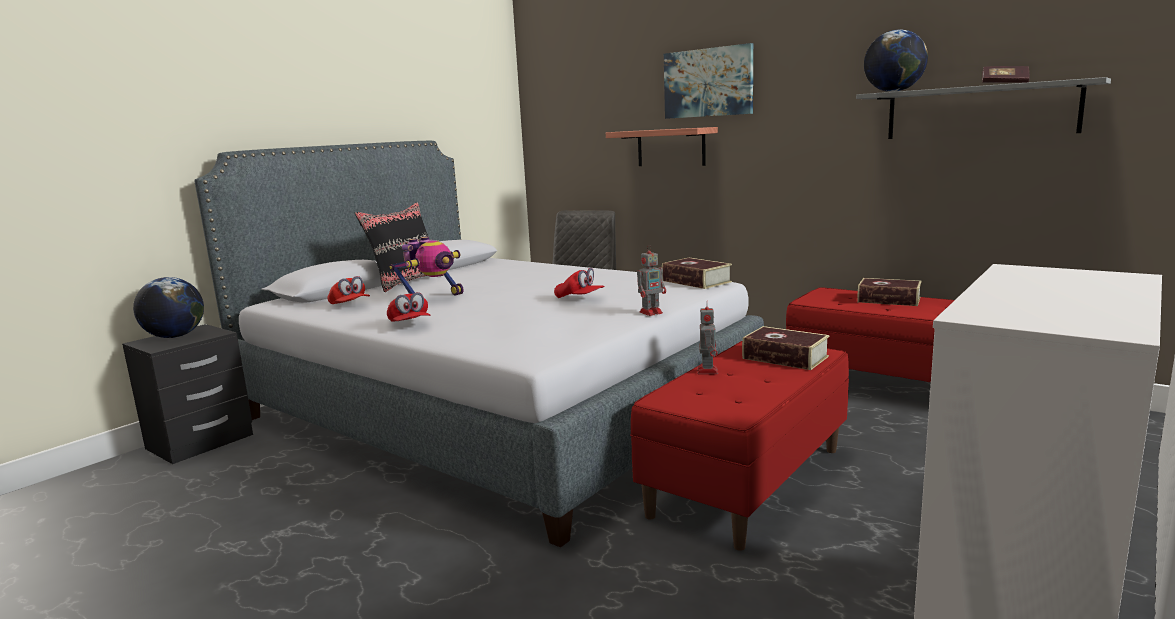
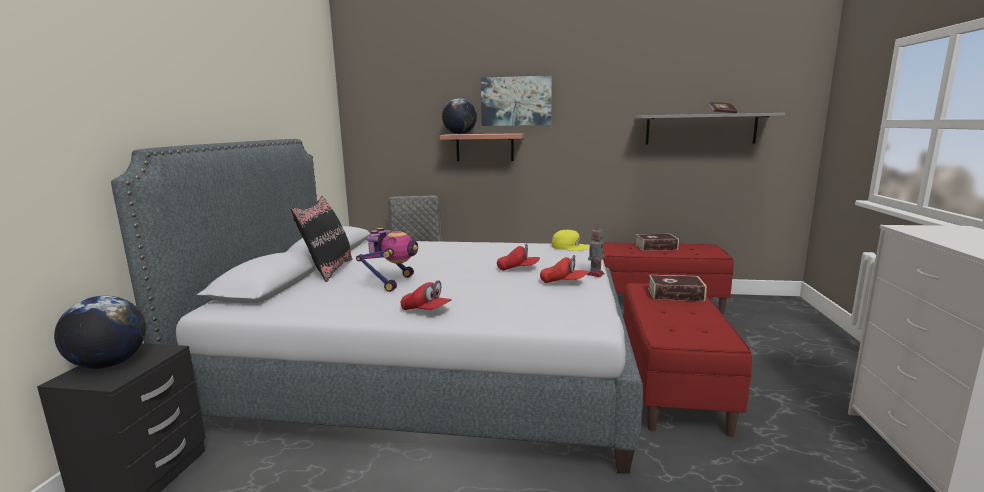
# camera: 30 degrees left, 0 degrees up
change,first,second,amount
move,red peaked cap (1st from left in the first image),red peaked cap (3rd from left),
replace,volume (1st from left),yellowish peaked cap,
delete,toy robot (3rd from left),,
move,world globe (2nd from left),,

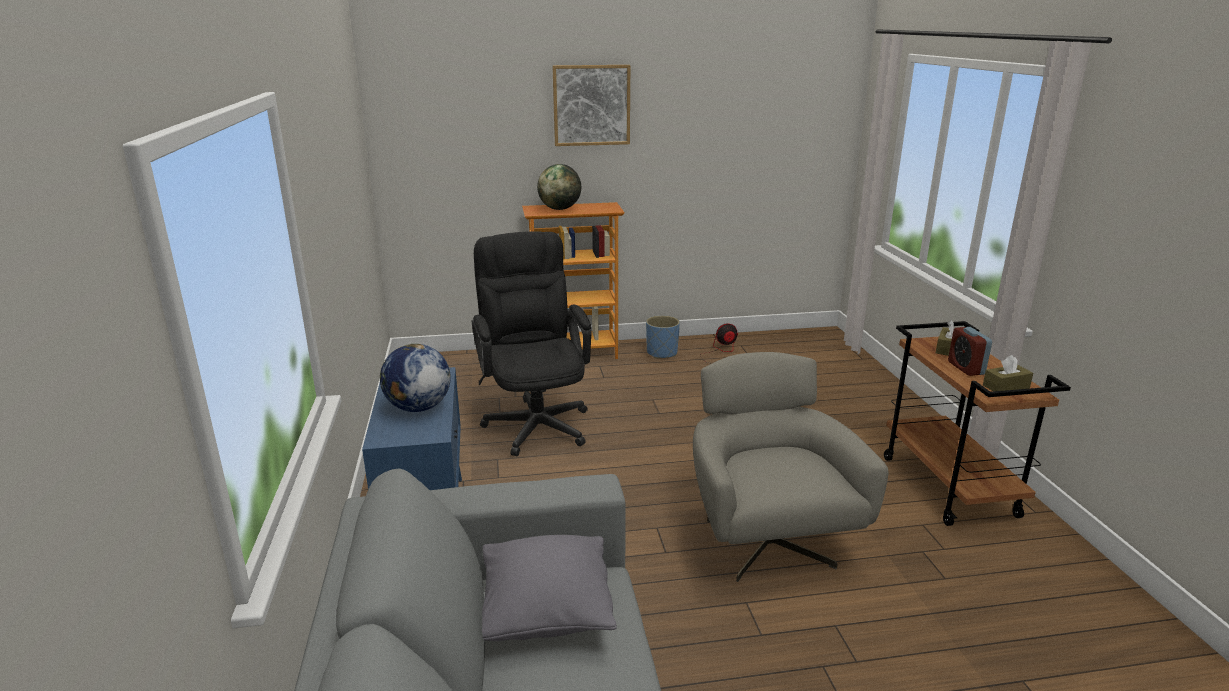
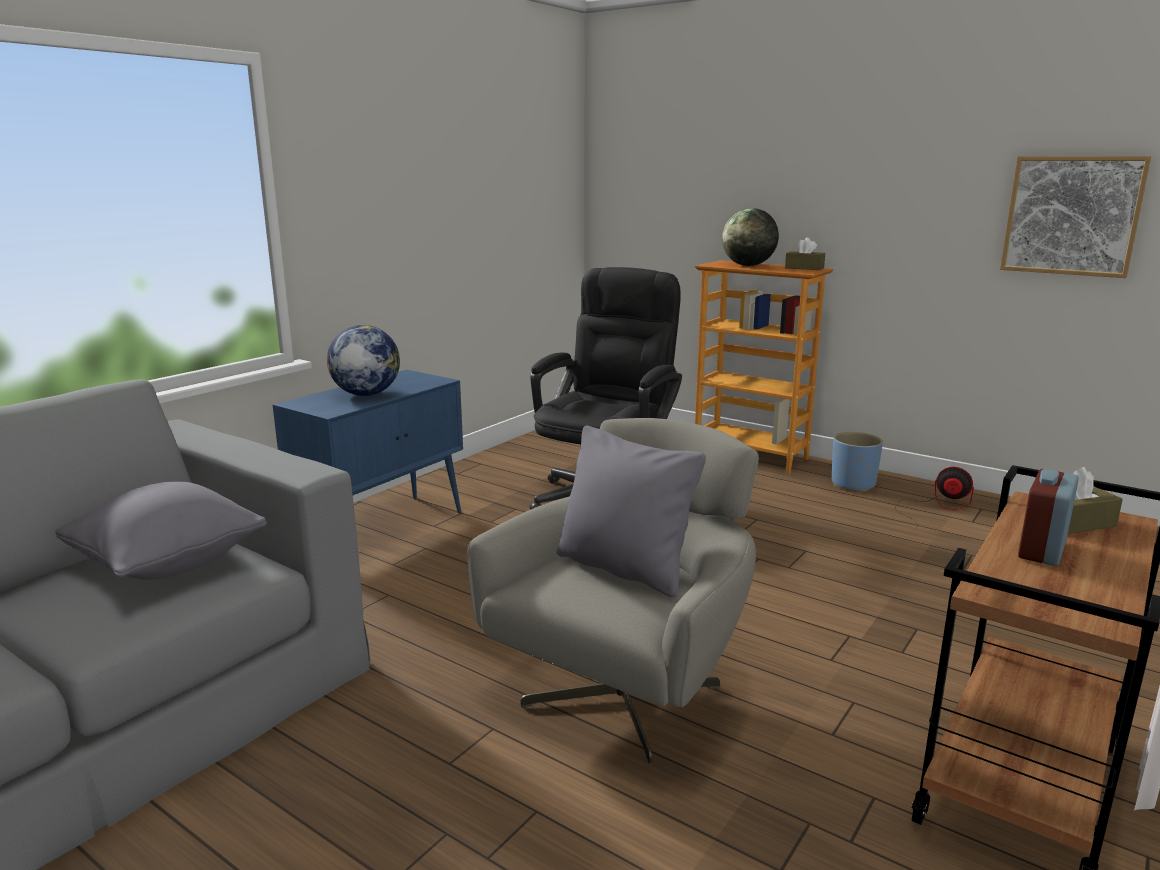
# camera: 45 degrees right, 5 degrees down
change,first,second,amount
move,wall art,,
move,brownish box of tissues (2nd from left in the first image),brownish box of tissues (1st from left),
insert,,grey throw pillow (2nd from left),

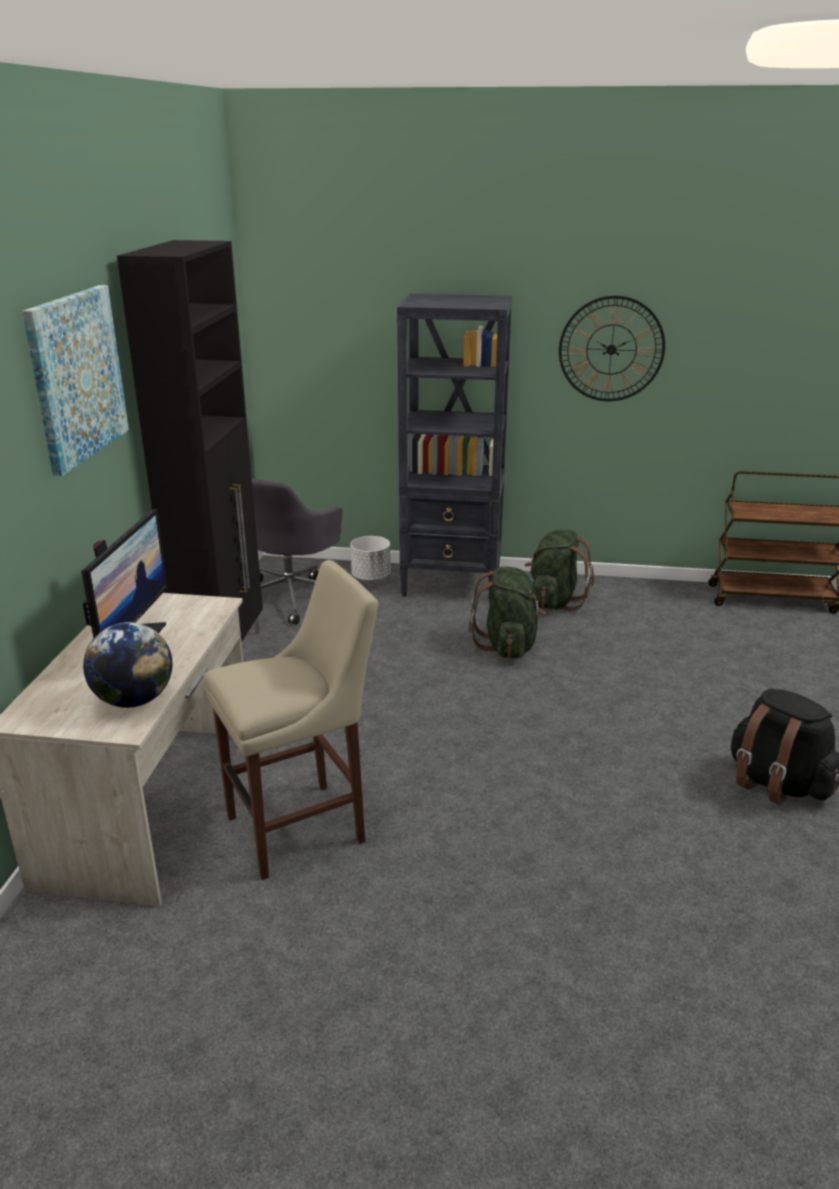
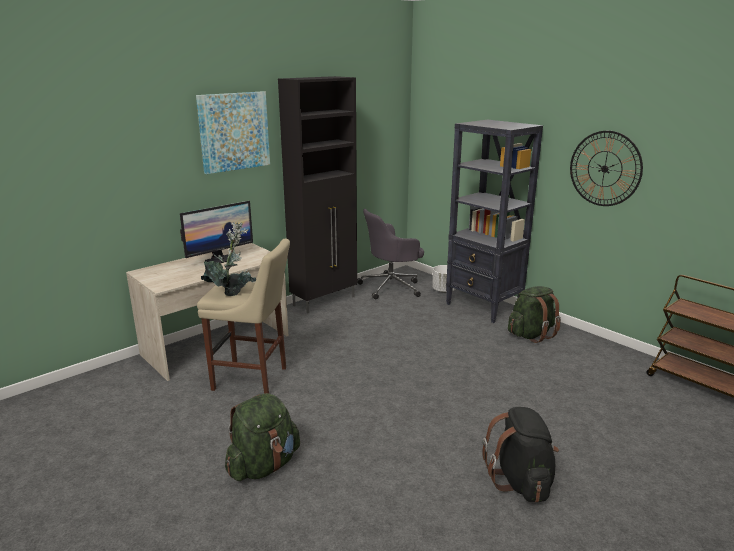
# camera: 40 degrees right, 5 degrees down
change,first,second,amount
delete,world globe,,
move,green-coloured rucksack (1st from left),,
insert,,potted plant,

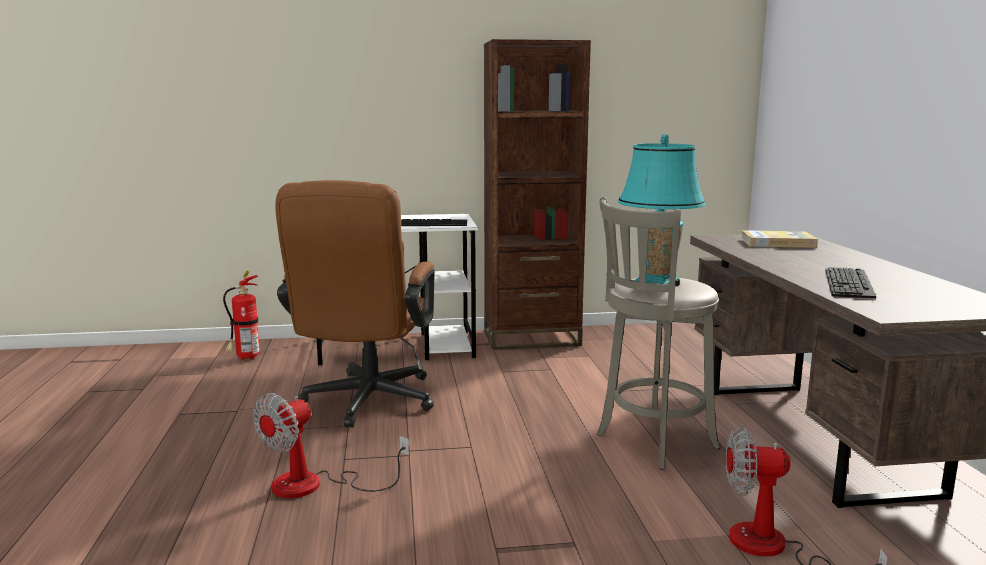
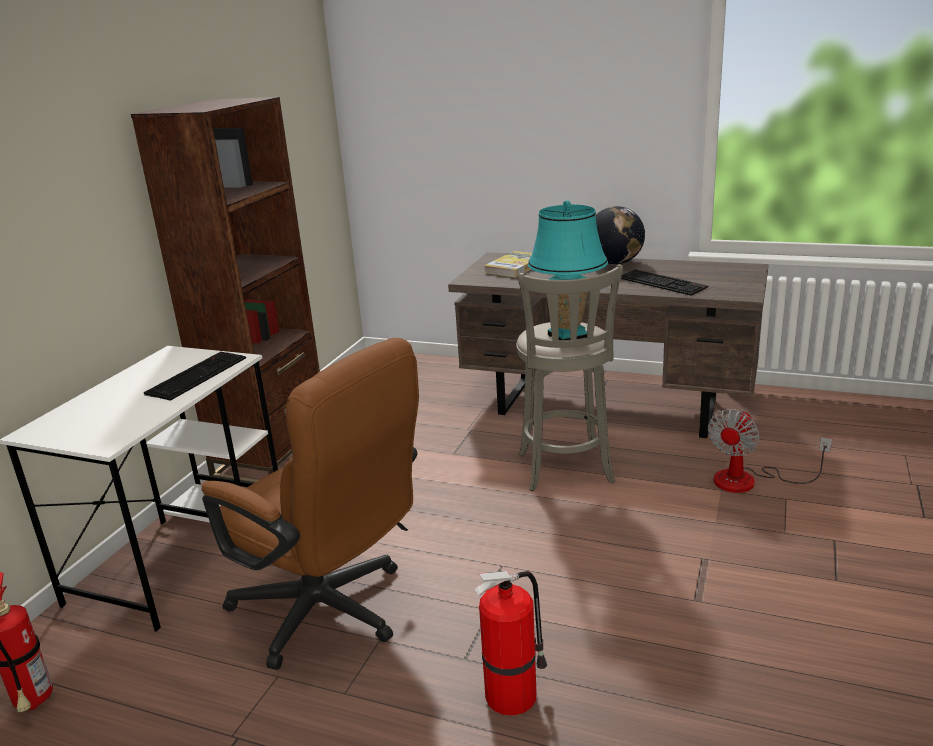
# camera: 60 degrees left, 10 degrees up
change,first,second,amount
replace,fan (1st from left),fire-fighting cylinder (2nd from left),
insert,,world globe,

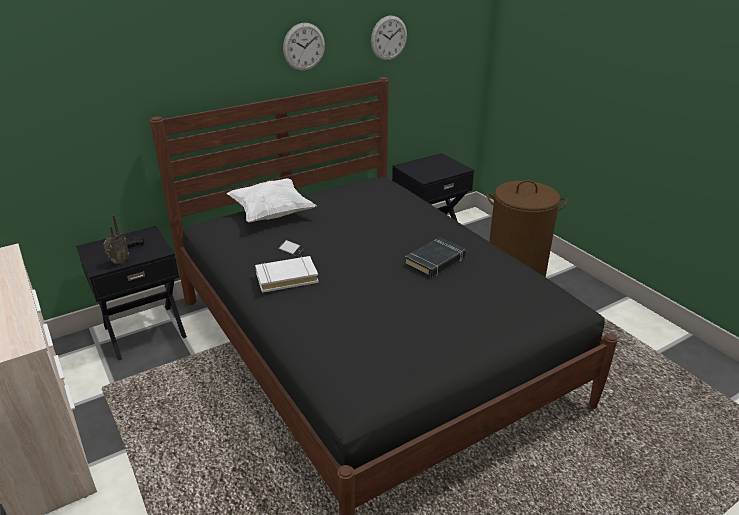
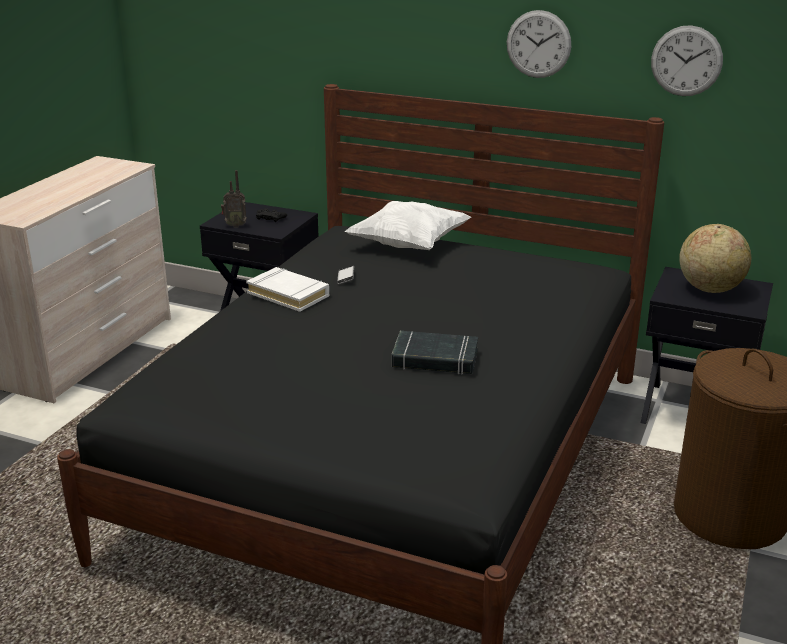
# camera: 55 degrees right, 5 degrees down
change,first,second,amount
insert,,world globe,

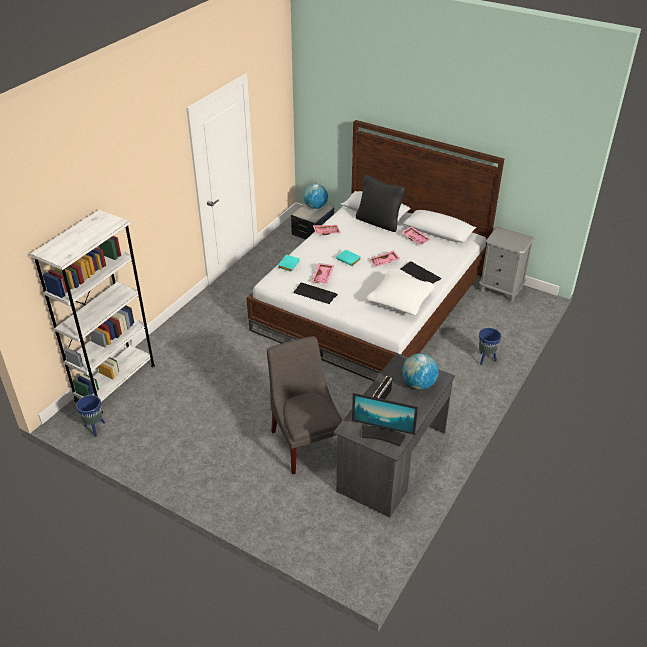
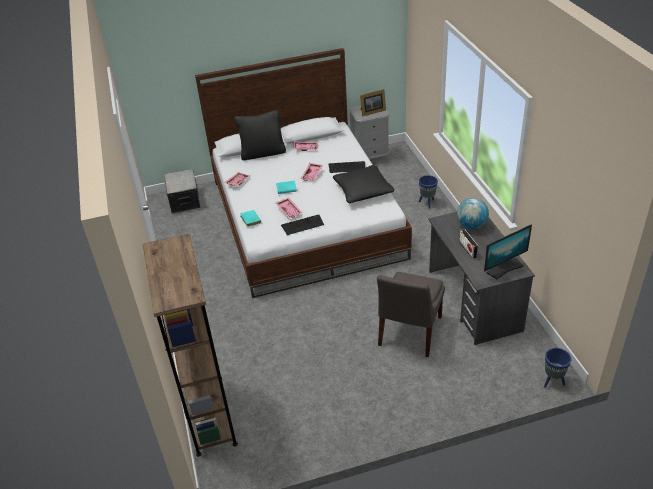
# camera: 45 degrees left, 0 degrees up
change,first,second,amount
recolor,white bookshelf,brownish bookshelf,
move,blue-coloured plant pot (1st from left in the first image),blue-coloured plant pot (2nd from left),
rotate,grey upright chair,,90 degrees counterclockwise
delete,world globe (1st from left),,
recolor,white throw pillow,blackish throw pillow (2nd from left),
insert,,photo frame,

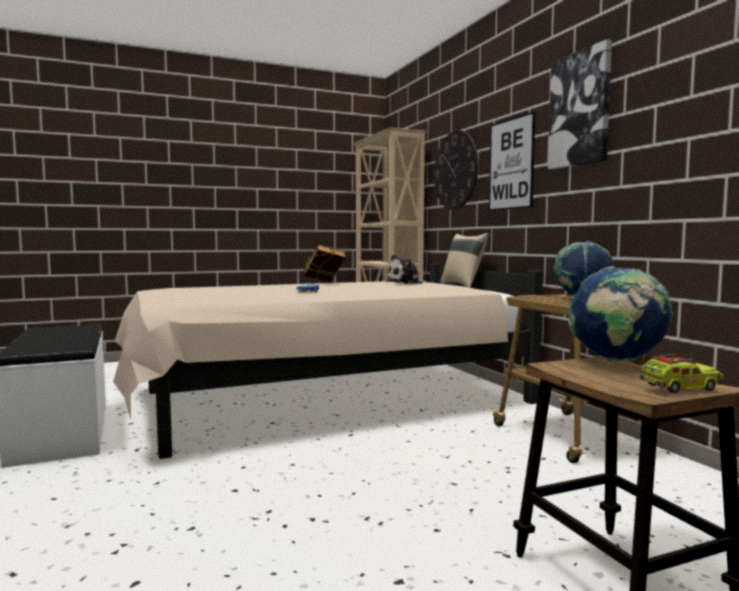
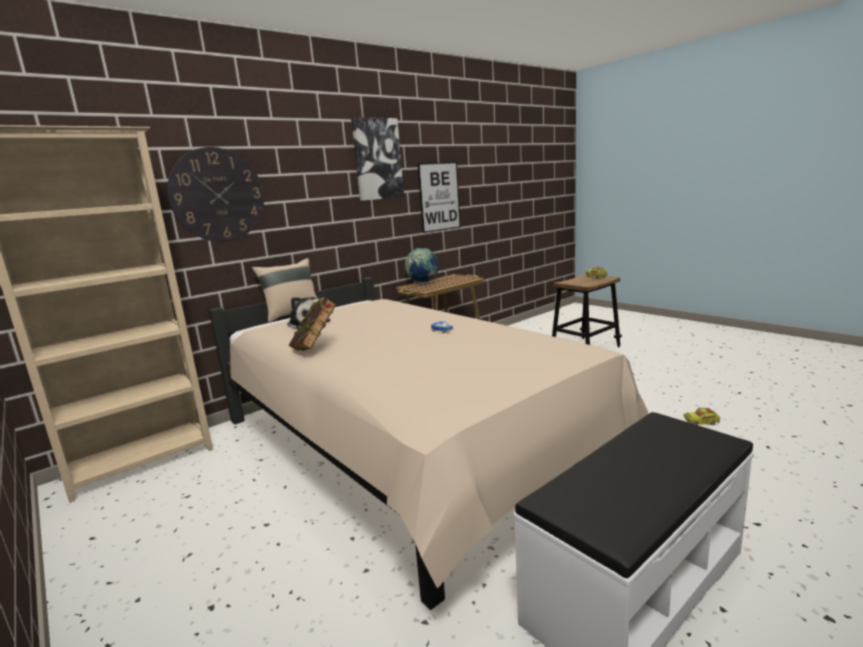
# camera: 105 degrees left, 10 degrees up
change,first,second,amount
move,wall art (1st from left in the first image),wall art (2nd from left),
delete,world globe (2nd from left),,
insert,,toy lorry (2nd from left),

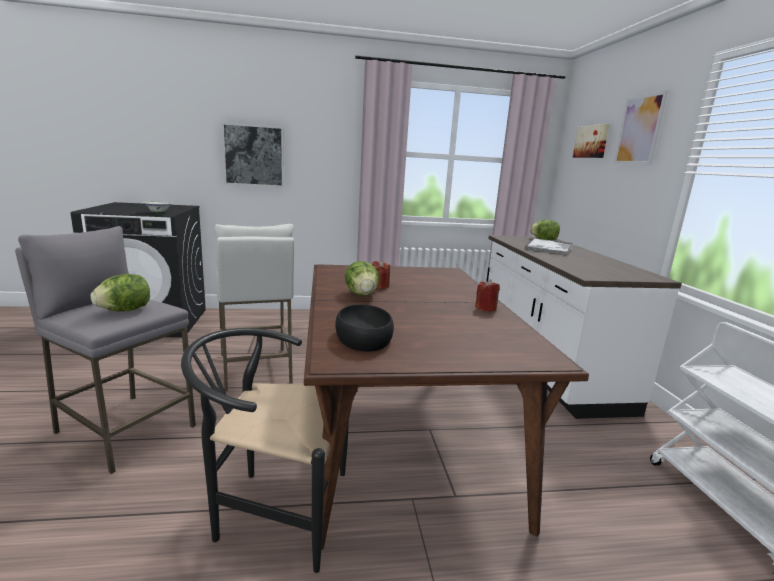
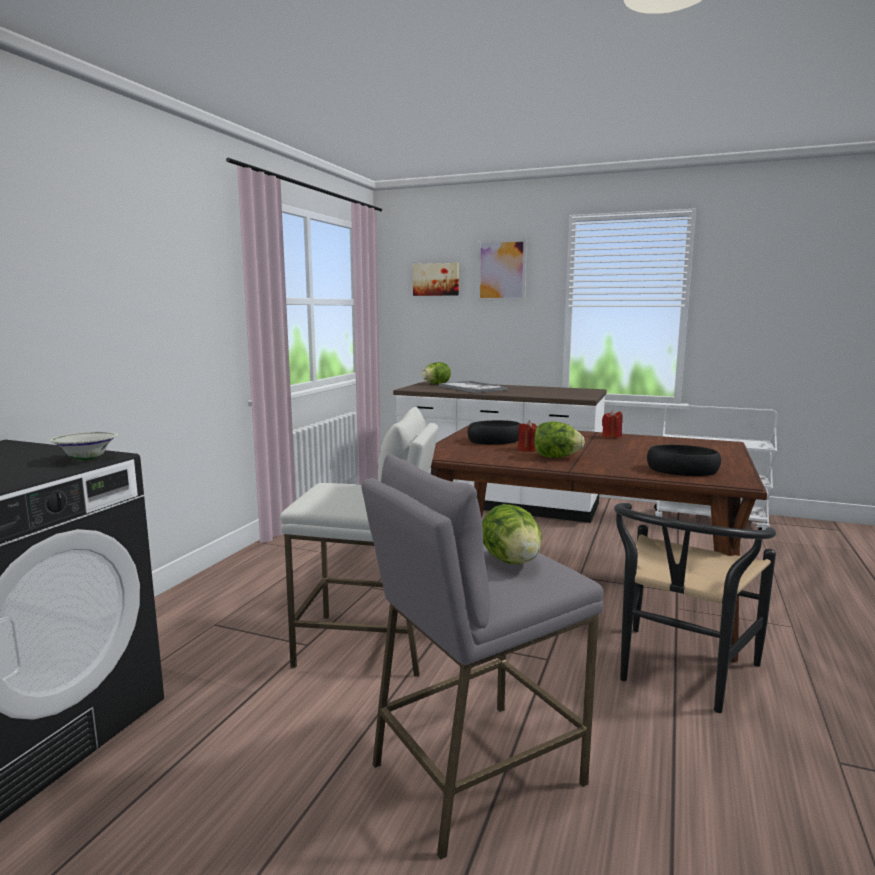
# camera: 60 degrees left, 5 degrees down
change,first,second,amount
delete,wall art (1st from left),,
insert,,blackish deep dish (1st from left),

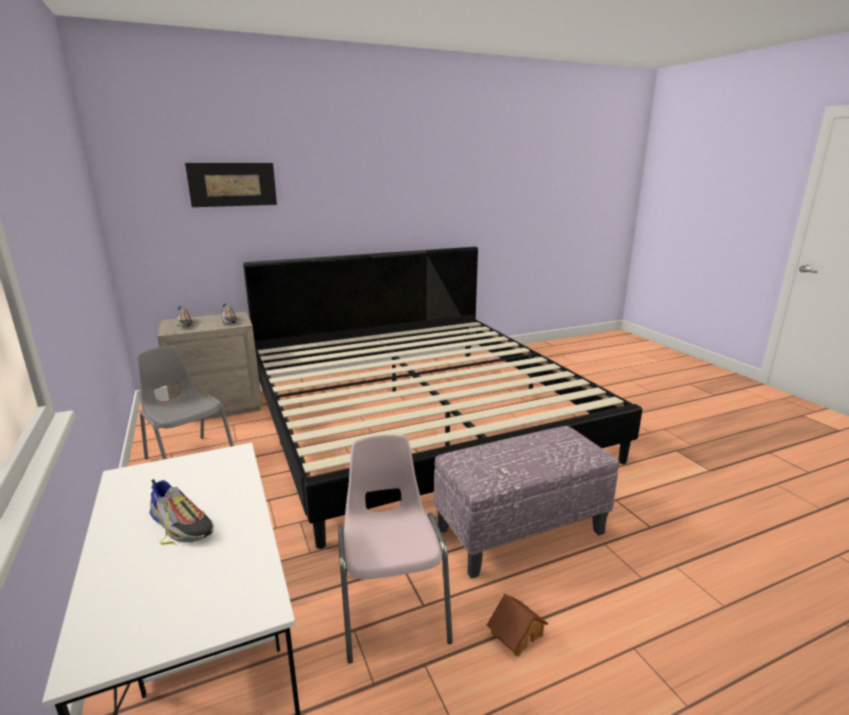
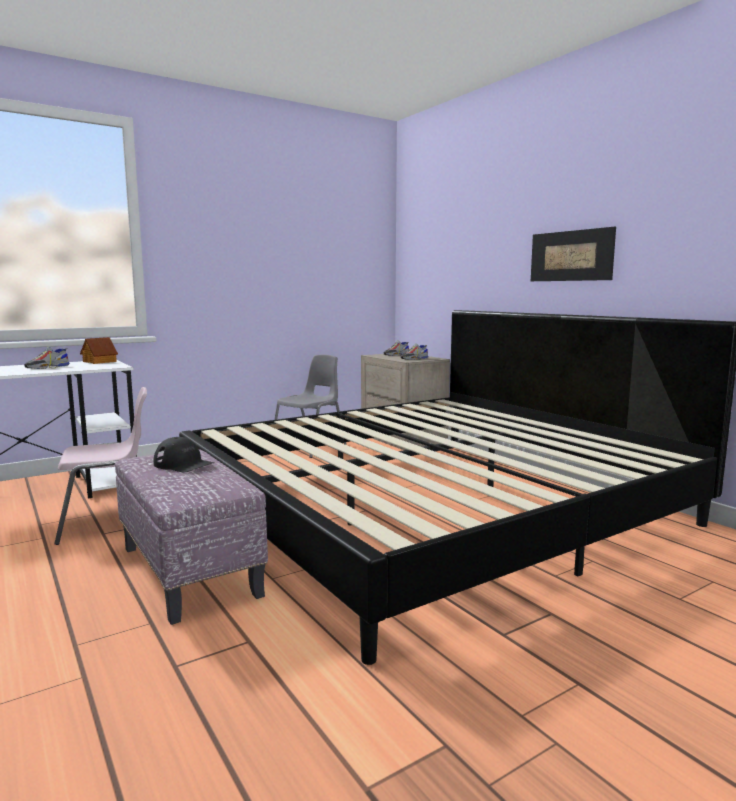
# camera: 80 degrees right, 10 degrees down
change,first,second,amount
move,wall art,,
move,toy house,,
insert,,blackish peaked cap,

